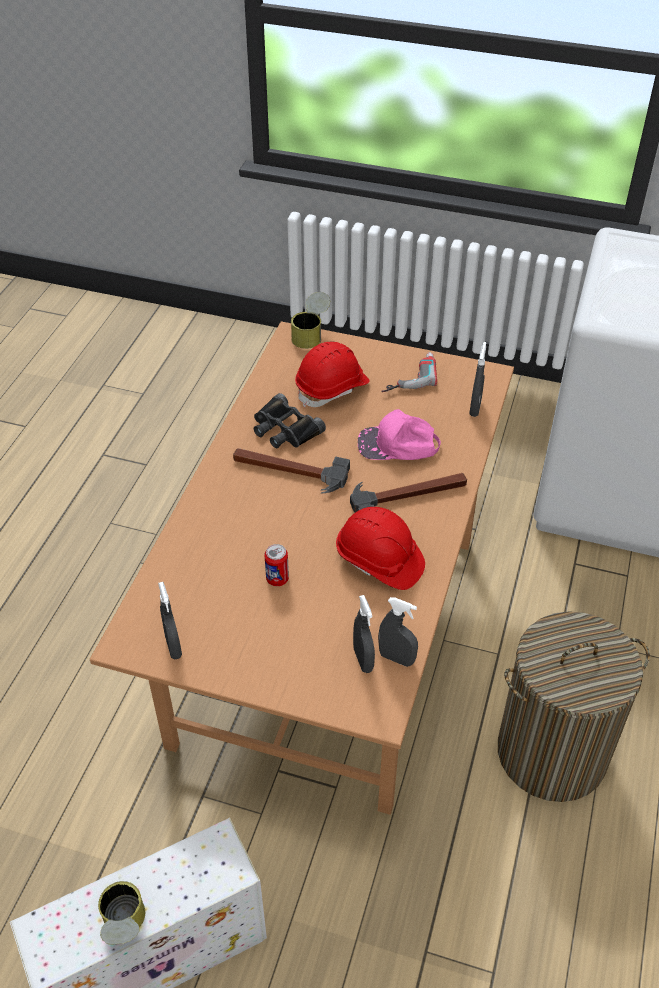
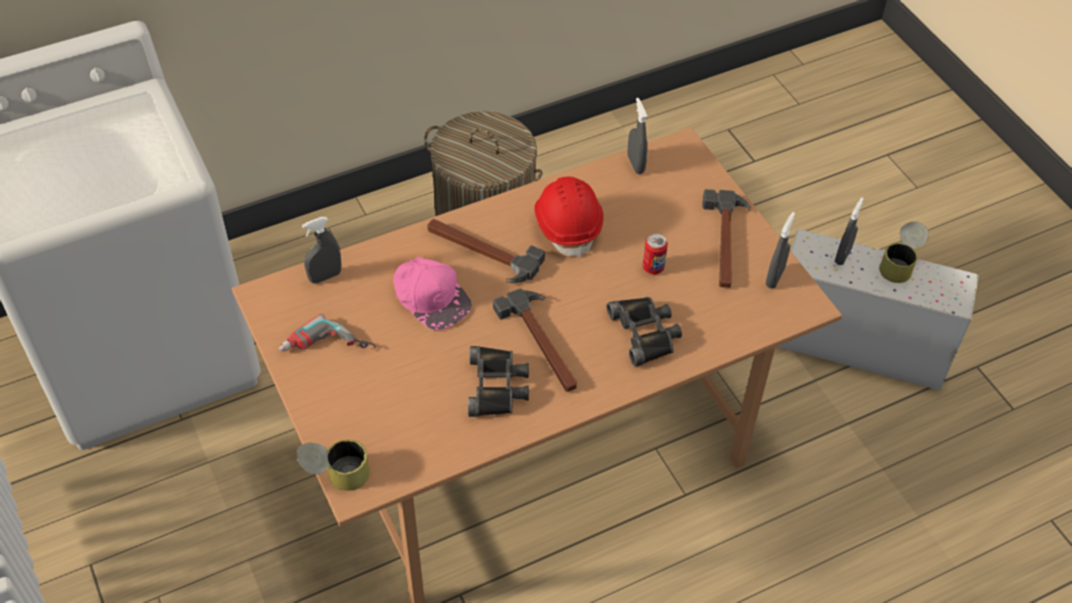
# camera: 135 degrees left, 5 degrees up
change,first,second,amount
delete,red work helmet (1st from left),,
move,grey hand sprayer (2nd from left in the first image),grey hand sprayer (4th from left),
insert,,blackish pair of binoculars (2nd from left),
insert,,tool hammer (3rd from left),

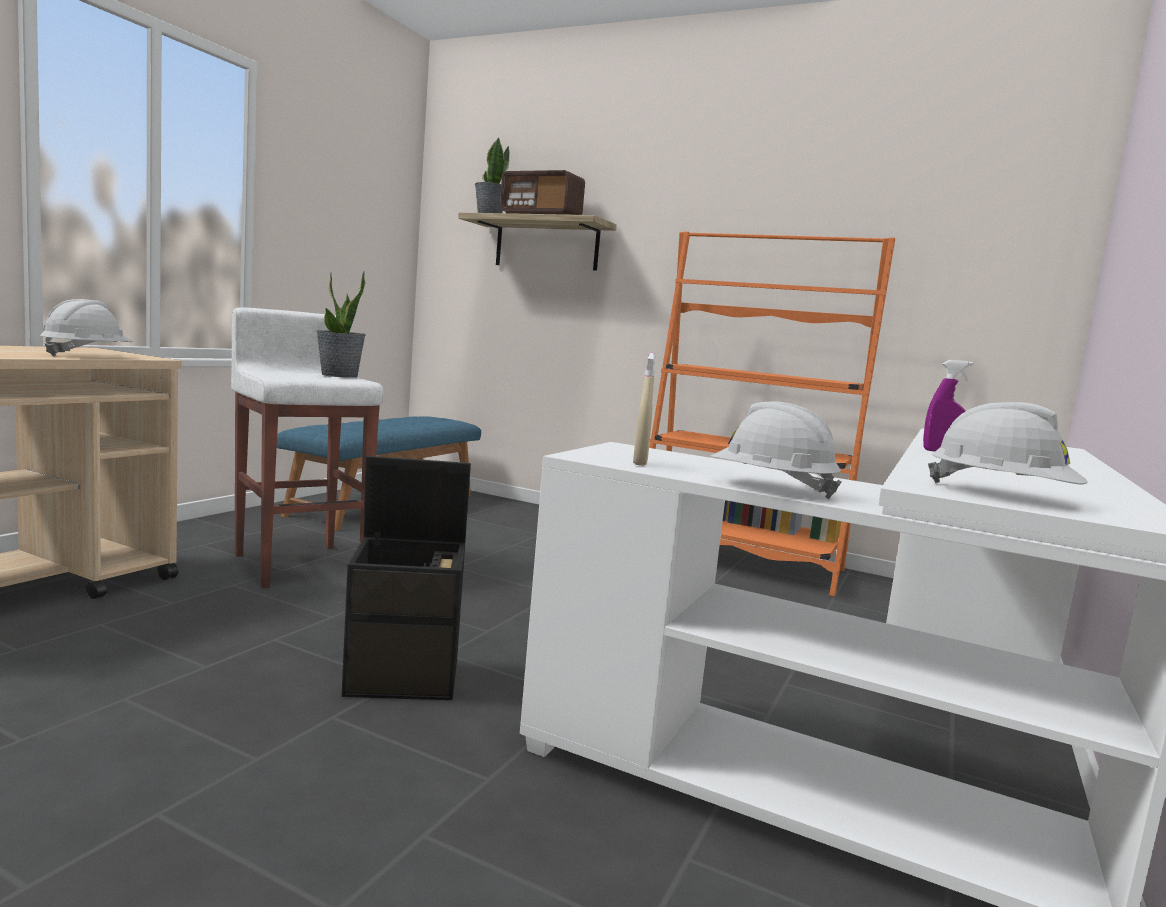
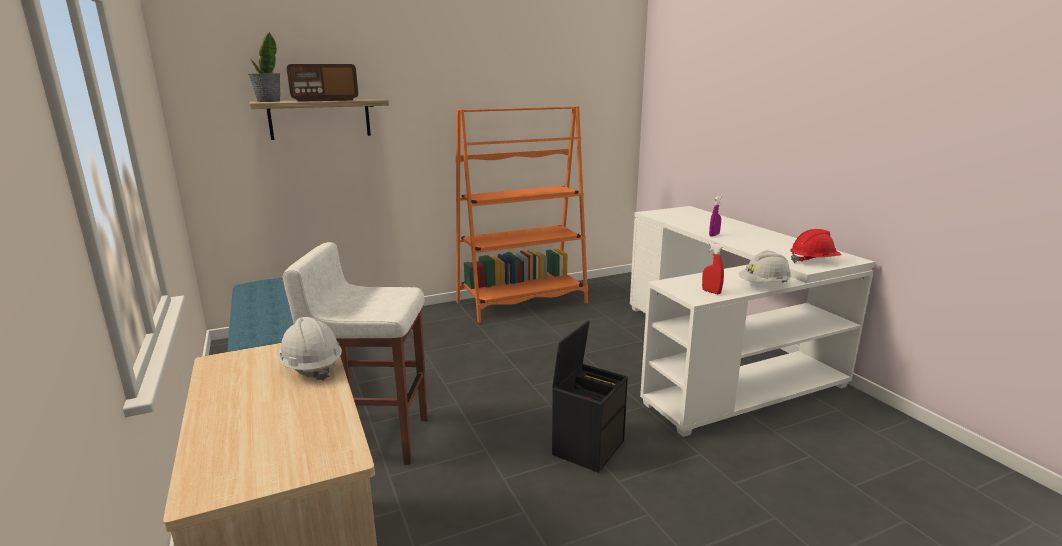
# camera: 50 degrees left, 10 degrees up
change,first,second,amount
delete,potted plant (1st from left),,
recolor,beige hand sprayer,red hand sprayer,
recolor,white work helmet (3rd from left),red work helmet,

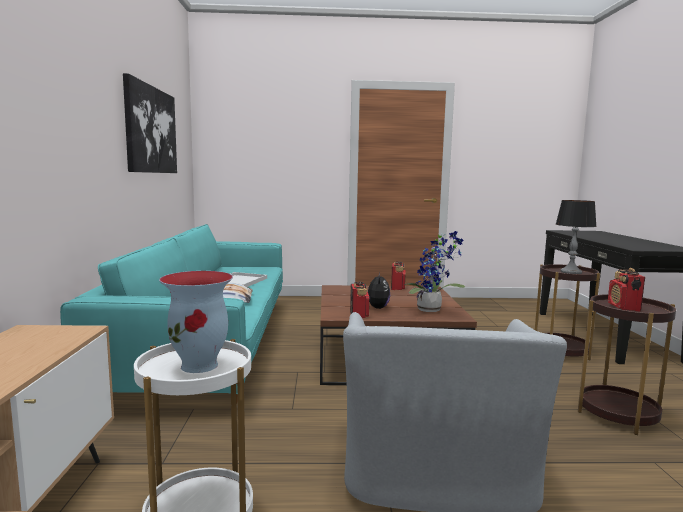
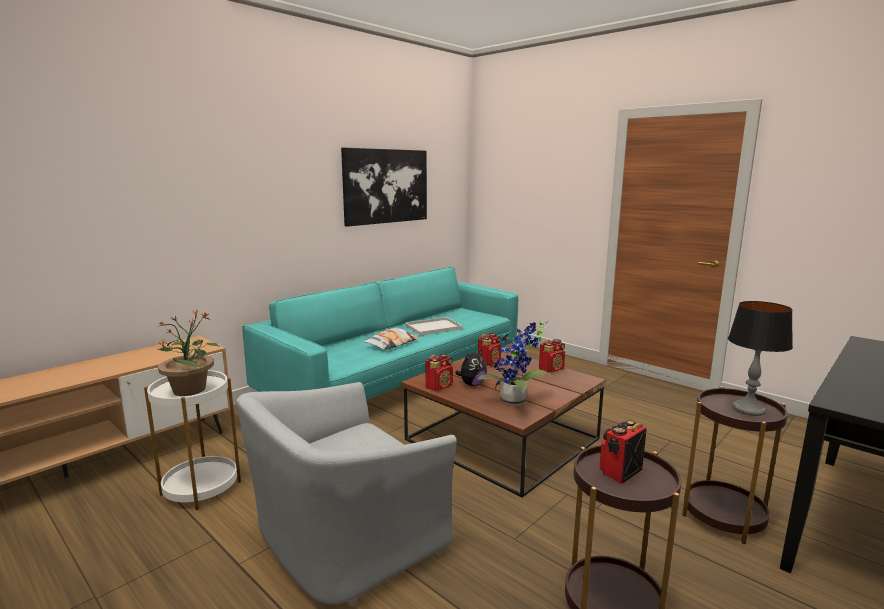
# camera: 45 degrees right, 5 degrees up
change,first,second,amount
replace,vase,potted plant (1st from left),
insert,,radio set (2nd from left),

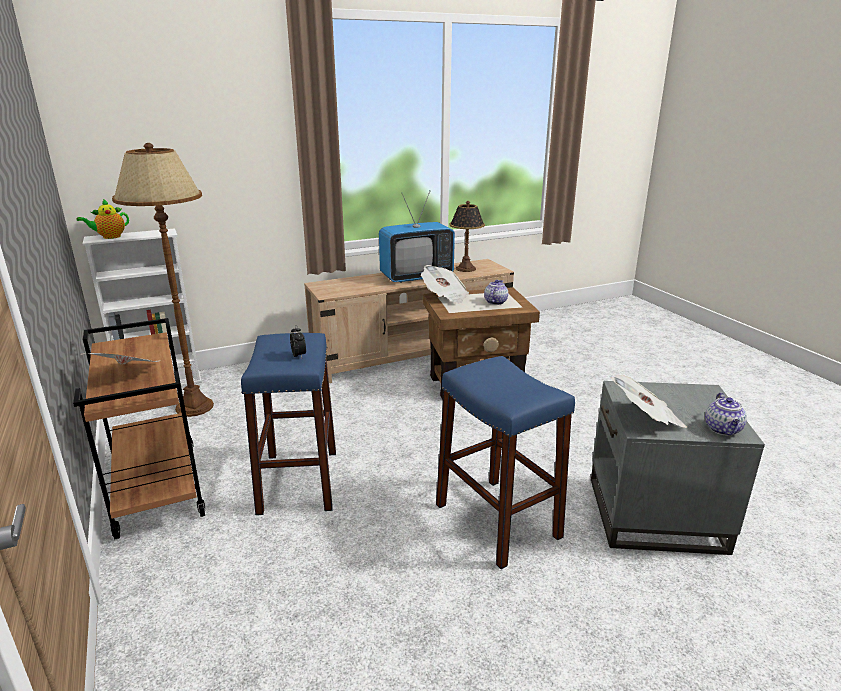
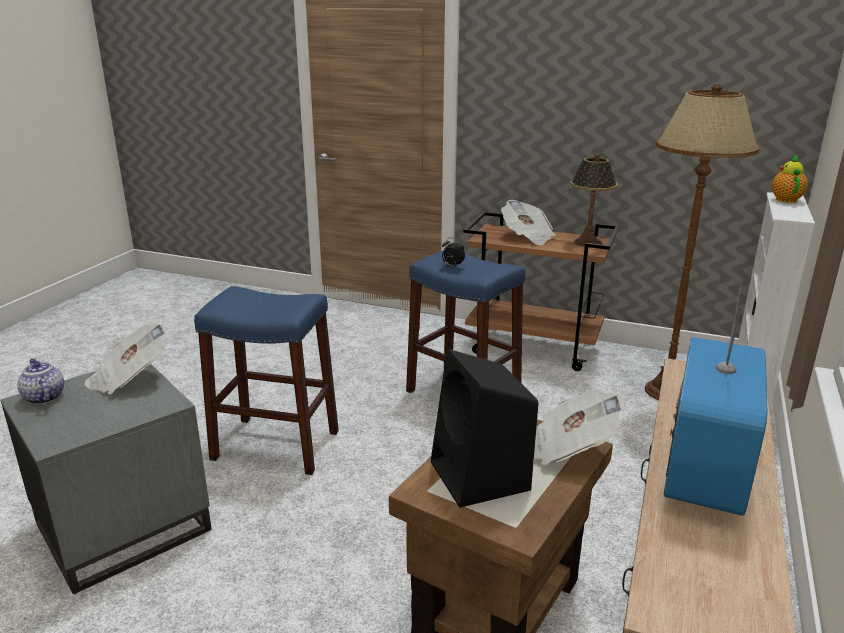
# camera: 135 degrees right, 0 degrees up
change,first,second,amount
move,table lamp,,
replace,teapot (2nd from left),blackish audio speaker,

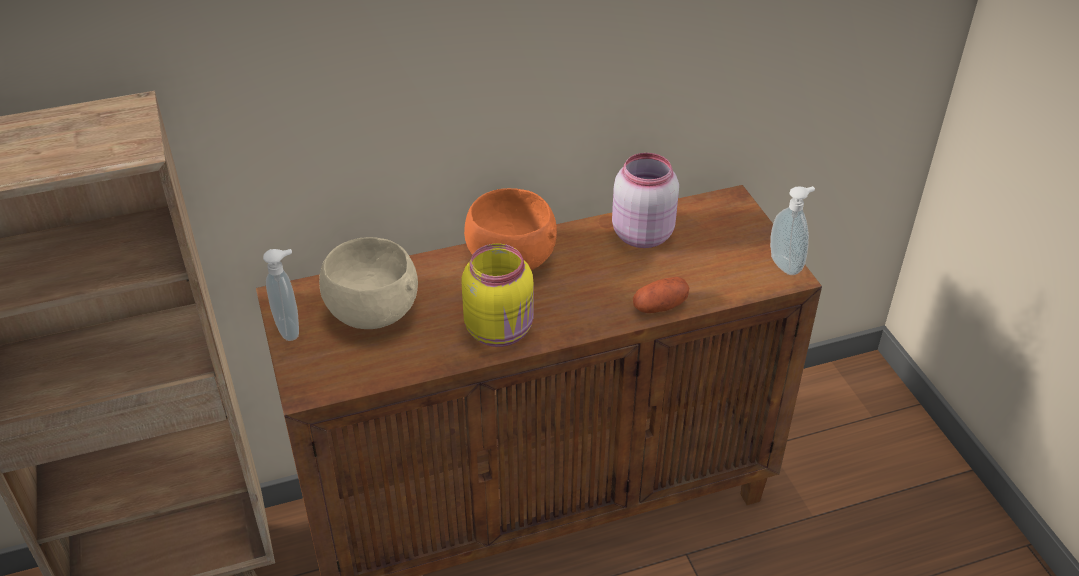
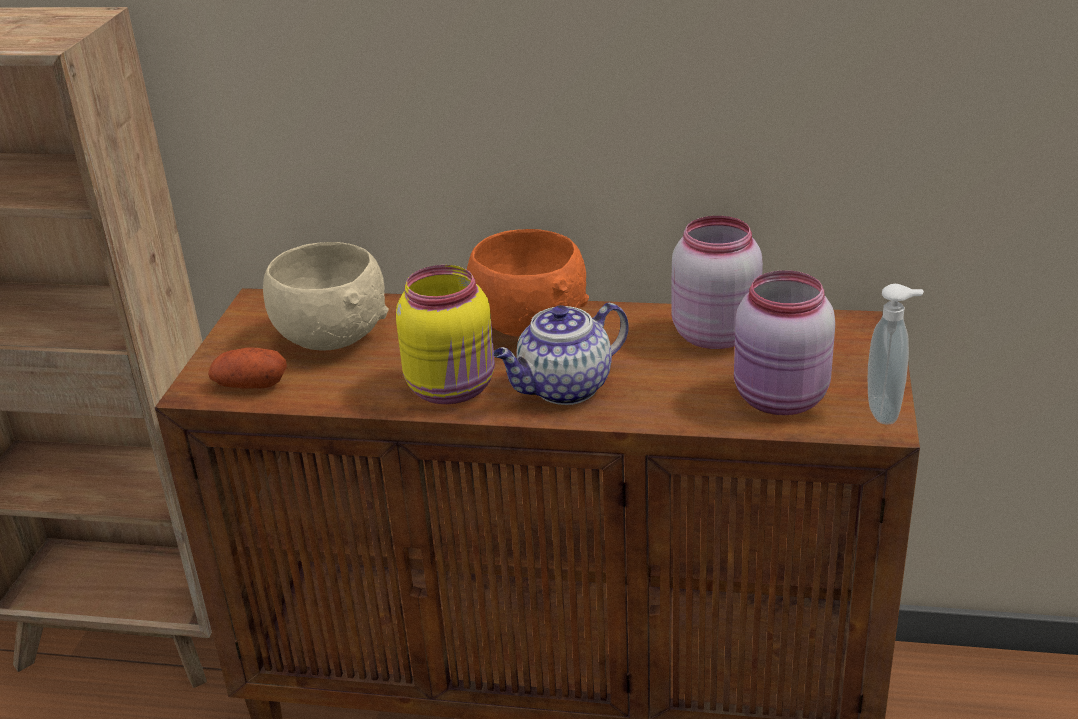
# camera: 30 degrees right, 10 degrees down
change,first,second,amount
delete,soap bottle (1st from left),,
move,spud,,
insert,,teapot,
insert,,pink-coloured jar (2nd from left),

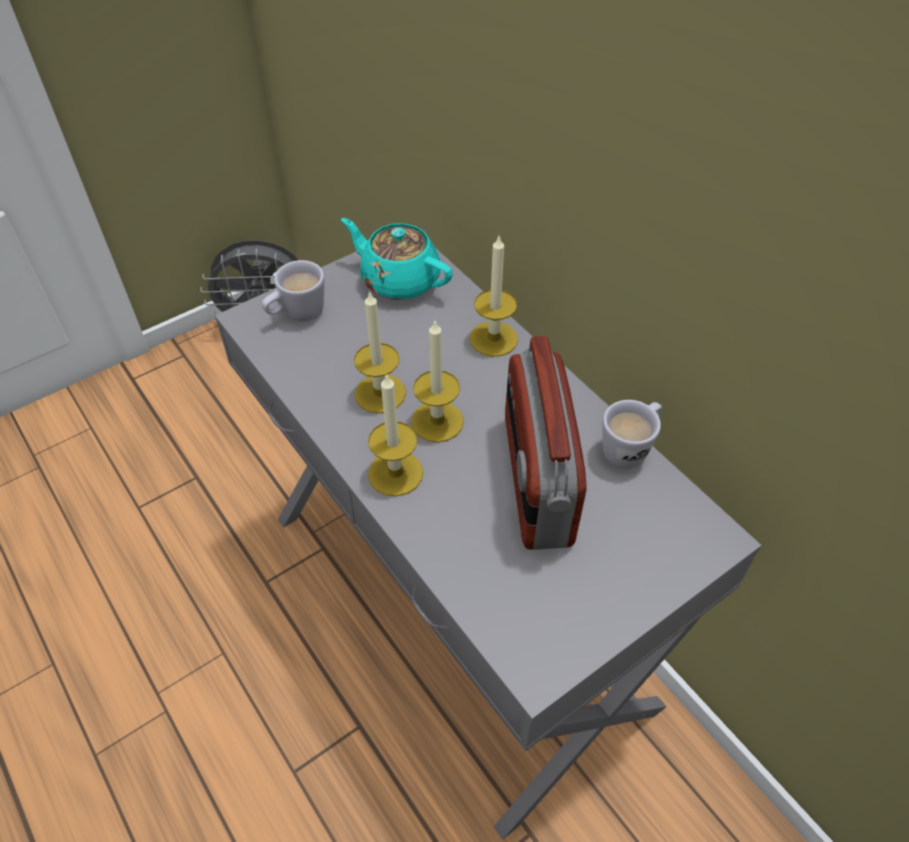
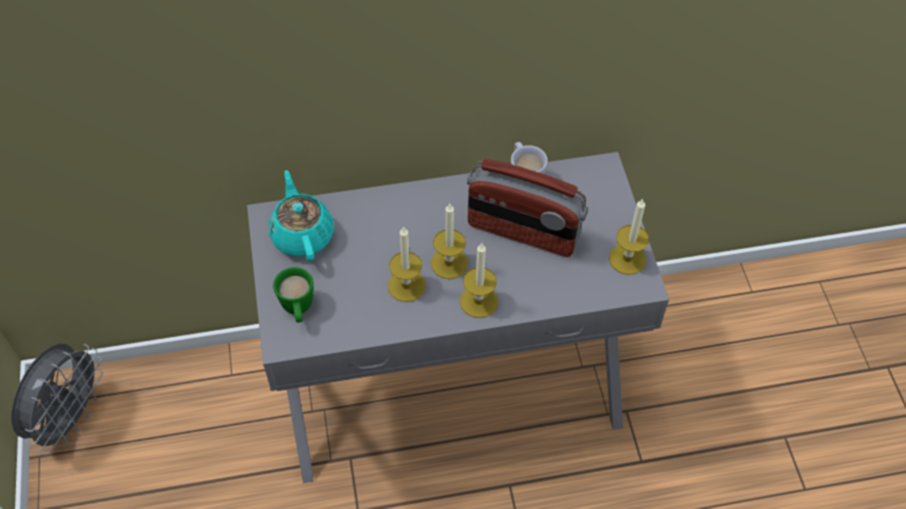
# camera: 65 degrees left, 5 degrees up
change,first,second,amount
recolor,white mug (1st from left),green-coloured mug,
rotate,turquoise-coloured teapot,,105 degrees clockwise
move,candle (4th from left),,

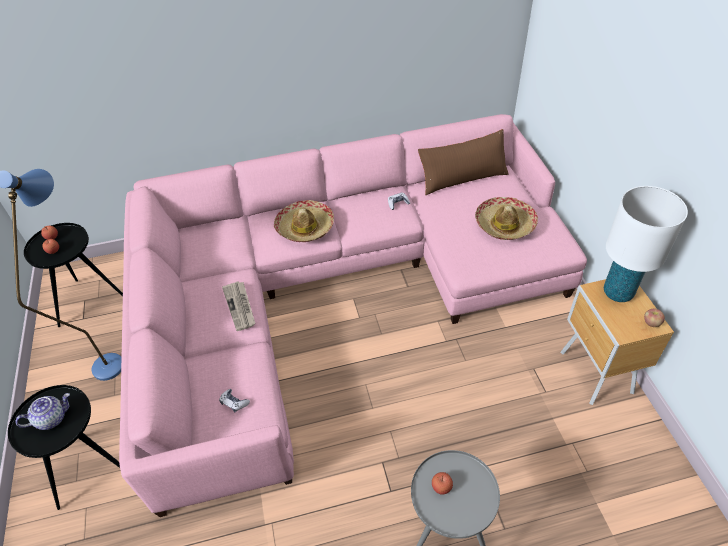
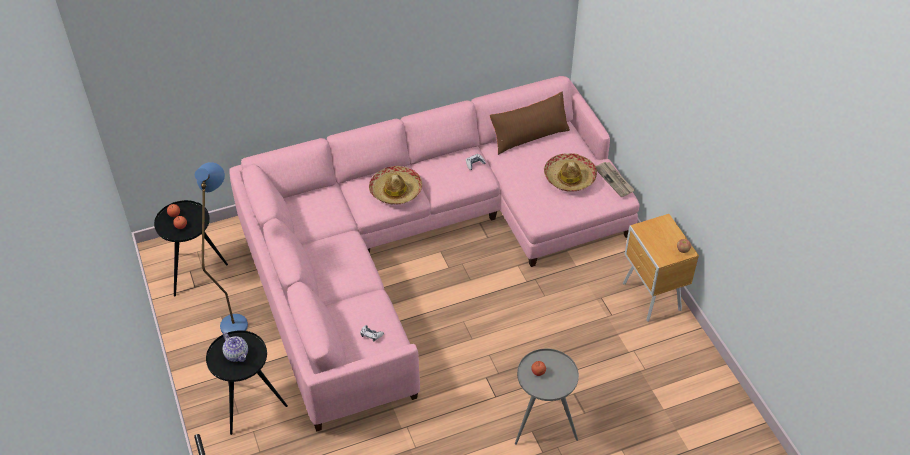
# camera: 10 degrees left, 0 degrees up
change,first,second,amount
rotate,teapot,,90 degrees clockwise
move,printed paper,,
delete,white table lamp,,

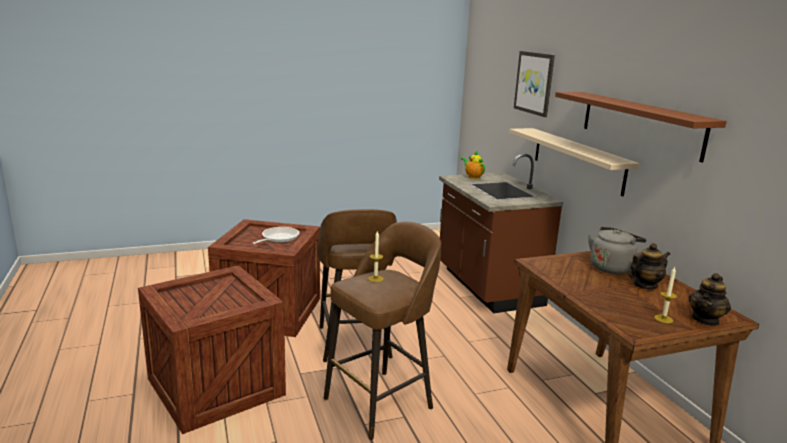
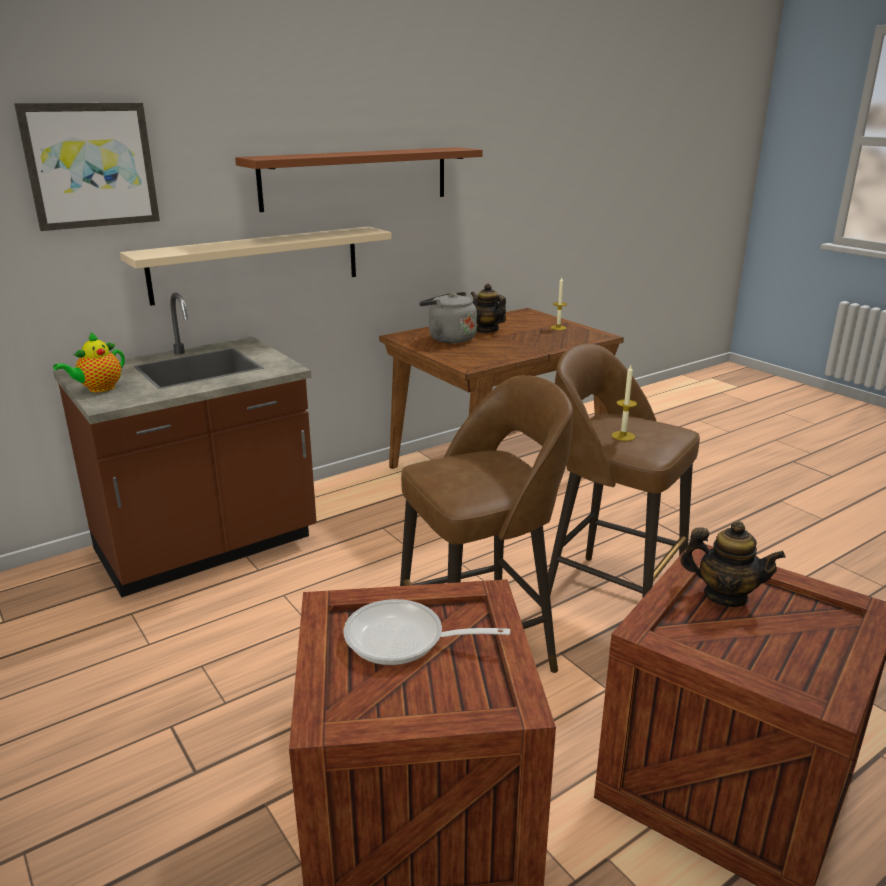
# camera: 105 degrees left, 5 degrees up
change,first,second,amount
move,teapot (3rd from left),,

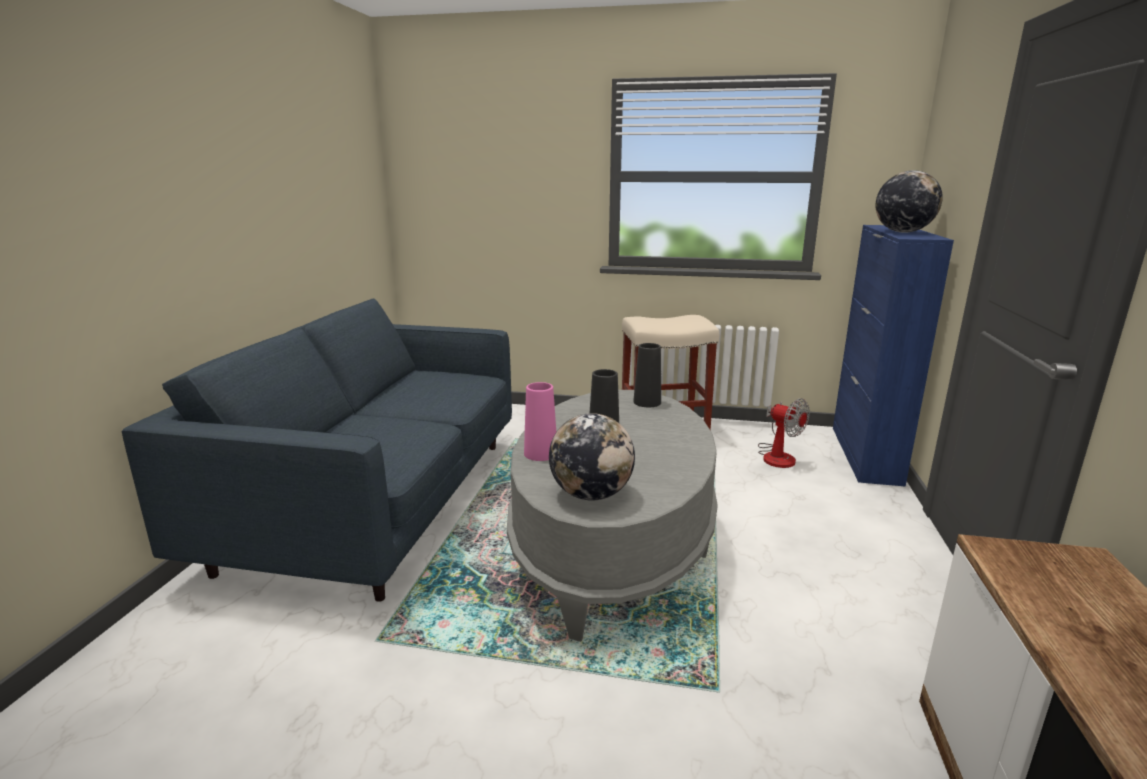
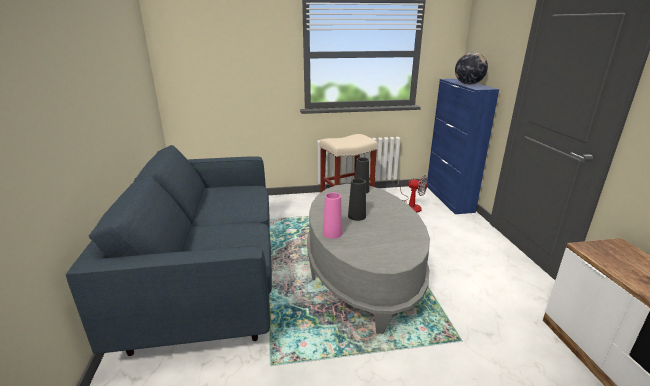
# camera: 20 degrees left, 5 degrees up
change,first,second,amount
delete,world globe (1st from left),,

